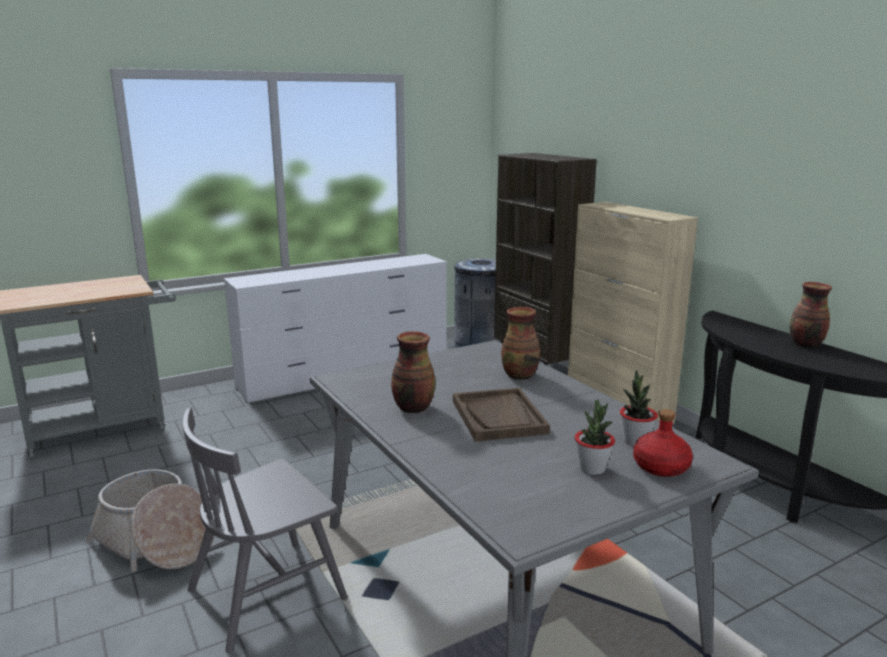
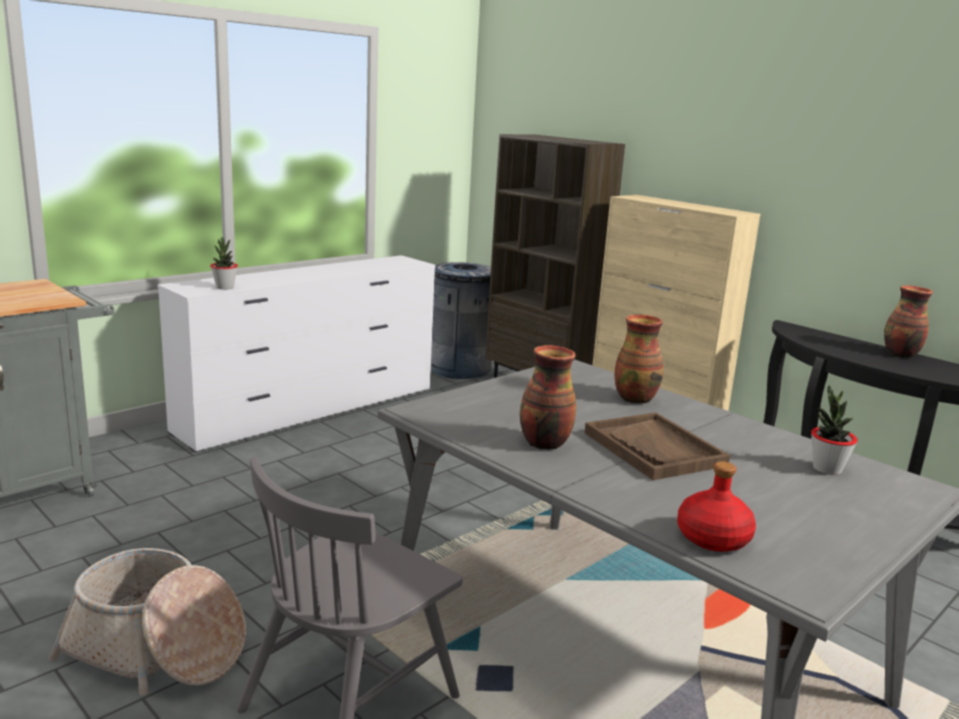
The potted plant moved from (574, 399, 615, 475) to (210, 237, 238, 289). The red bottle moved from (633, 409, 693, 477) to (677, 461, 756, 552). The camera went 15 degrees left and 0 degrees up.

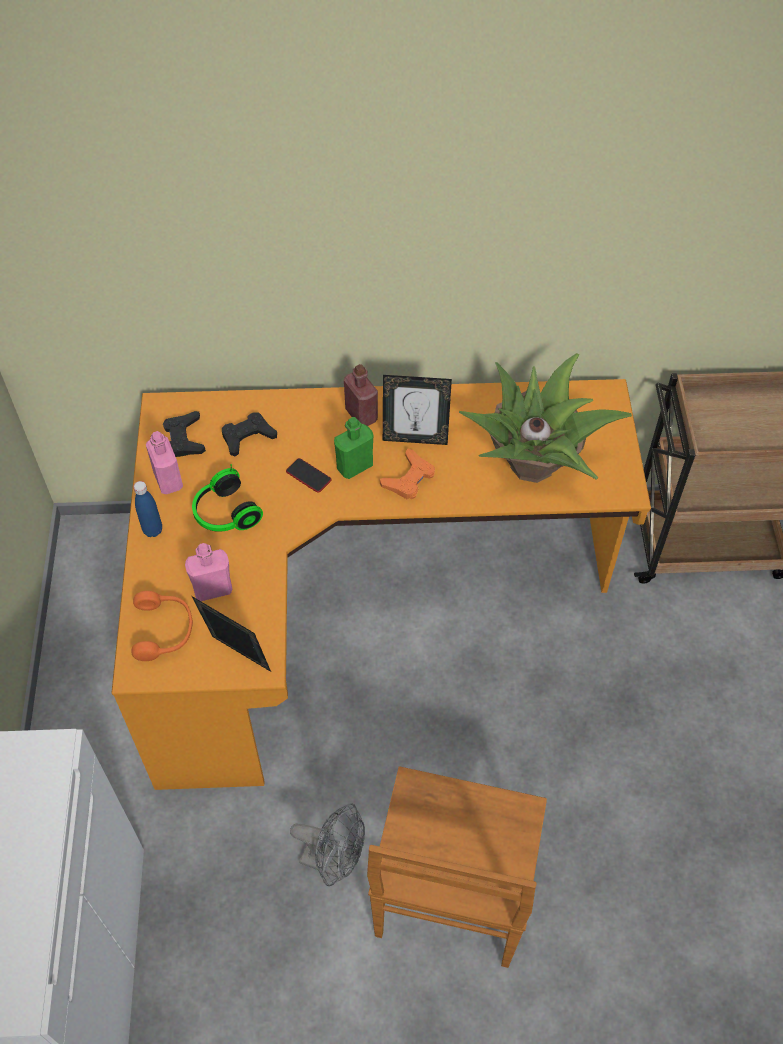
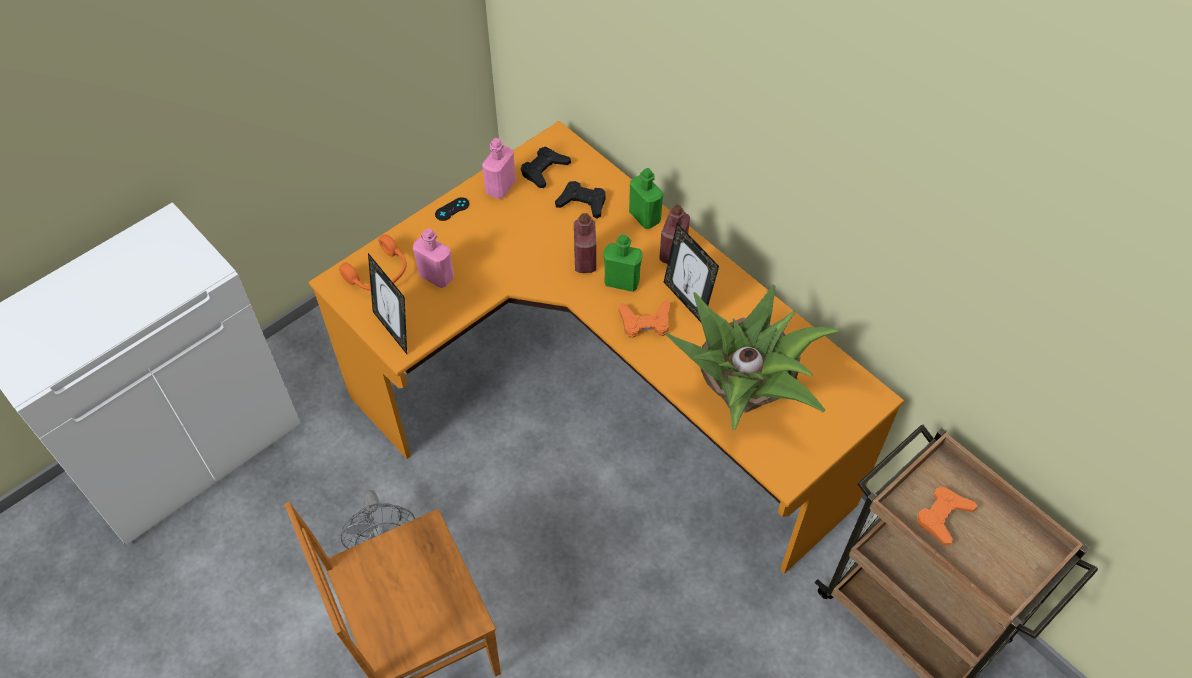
The phone at (286, 458, 331, 493) was replaced by the red bottle at (574, 213, 596, 273). The headphones at (192, 464, 263, 532) disappeared. The blue bottle at (133, 481, 162, 537) was replaced by the black game controller at (435, 197, 469, 221). The picture frame at (192, 596, 271, 672) turned 150 degrees clockwise. The green bottle at (629, 168, 663, 229) appeared. The orange game controller at (917, 486, 978, 546) appeared. The camera went 50 degrees right and 0 degrees up.

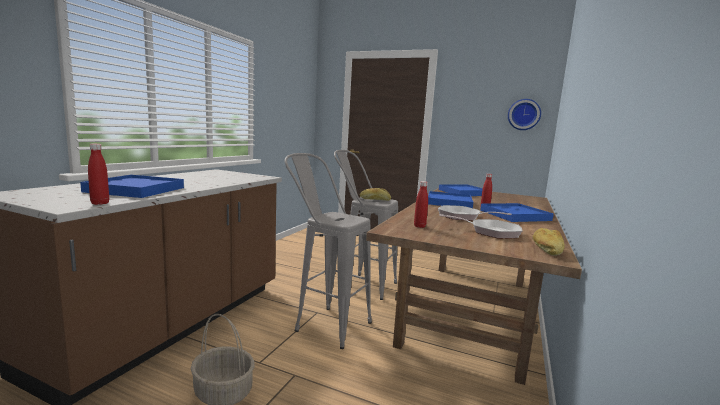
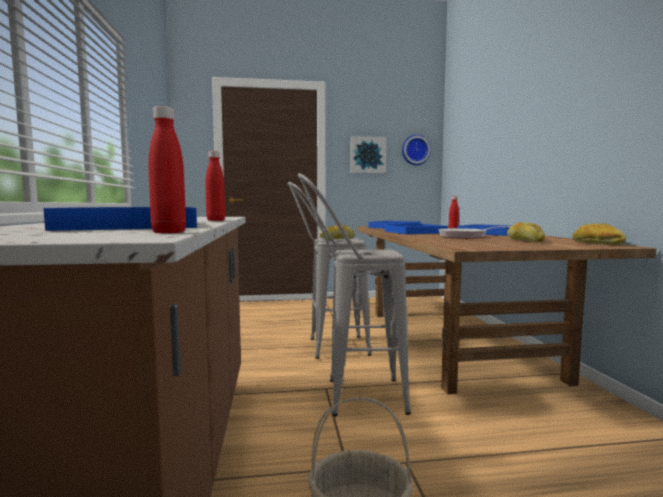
The red bottle moved from (414, 181, 428, 228) to (206, 151, 225, 221). The frying pan at (439, 214, 523, 239) was replaced by the bread at (507, 222, 545, 243). The picture at (350, 136, 386, 173) appeared. The camera went 30 degrees left and 5 degrees down.

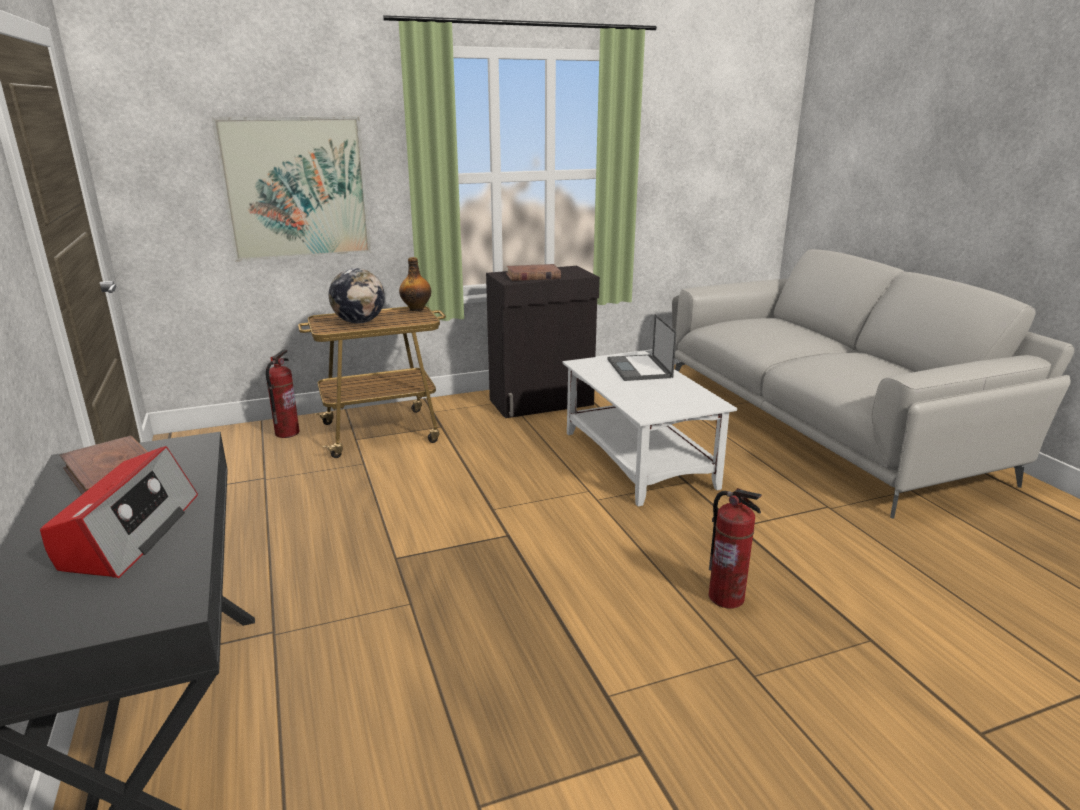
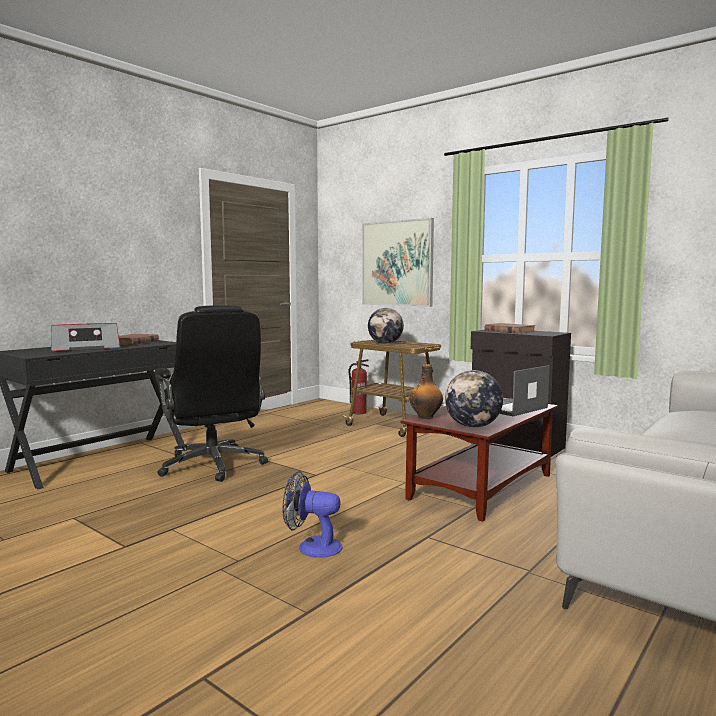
The bottle moved from (399, 257, 431, 311) to (409, 364, 443, 419). The white coffee table at (562, 351, 737, 506) became the brown coffee table at (401, 398, 558, 522). The fire extinguisher at (709, 488, 762, 608) was replaced by the fan at (282, 471, 343, 558). The black office chair at (154, 305, 268, 482) appeared. The globe at (445, 370, 503, 428) appeared. The camera went 60 degrees right and 15 degrees down.

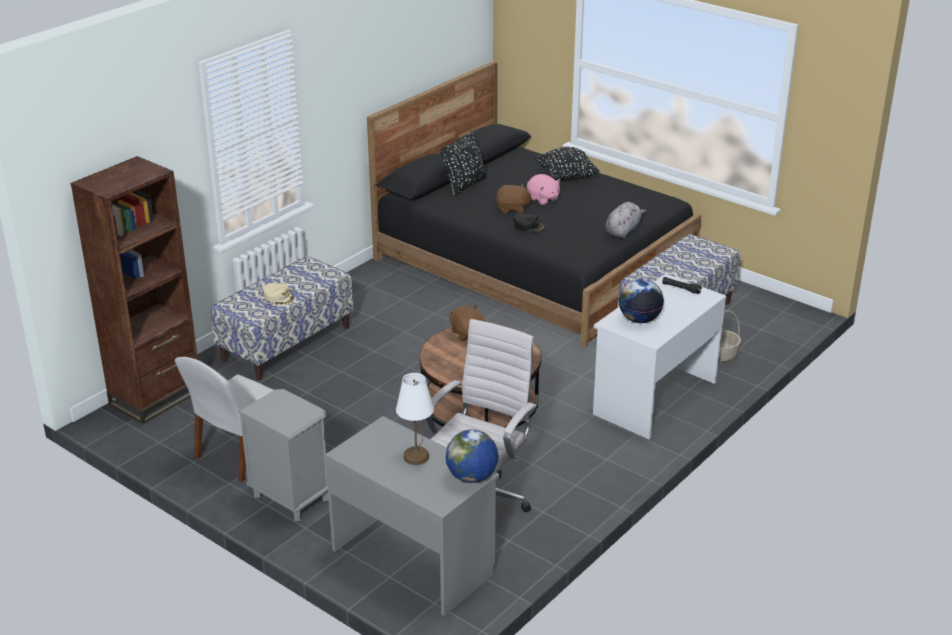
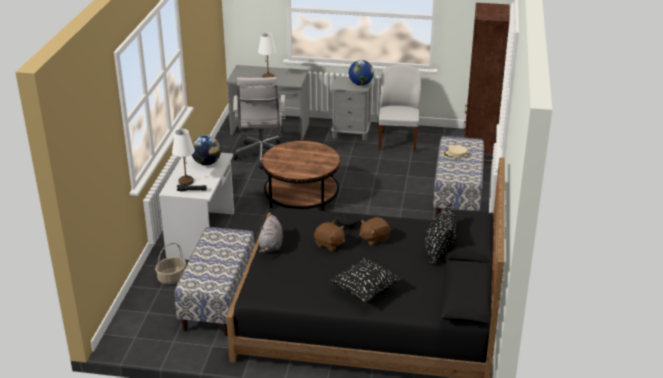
The pink plush toy at (527, 174, 561, 205) disappeared. The brown plush toy moved from (448, 305, 485, 341) to (314, 222, 345, 251). The globe moved from (446, 429, 499, 483) to (349, 60, 374, 86). The white table lamp at (172, 129, 195, 185) appeared. The camera went 150 degrees right and 0 degrees up.

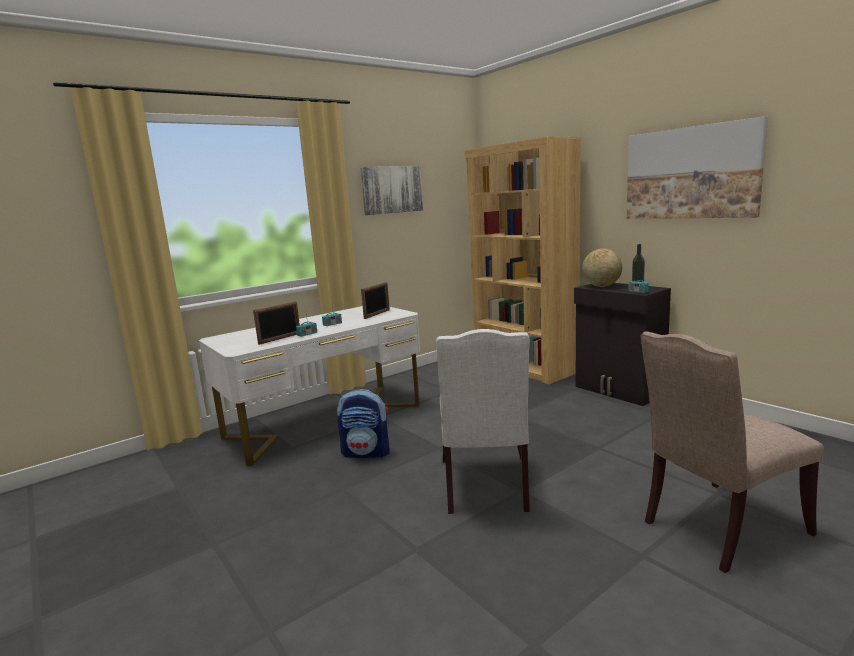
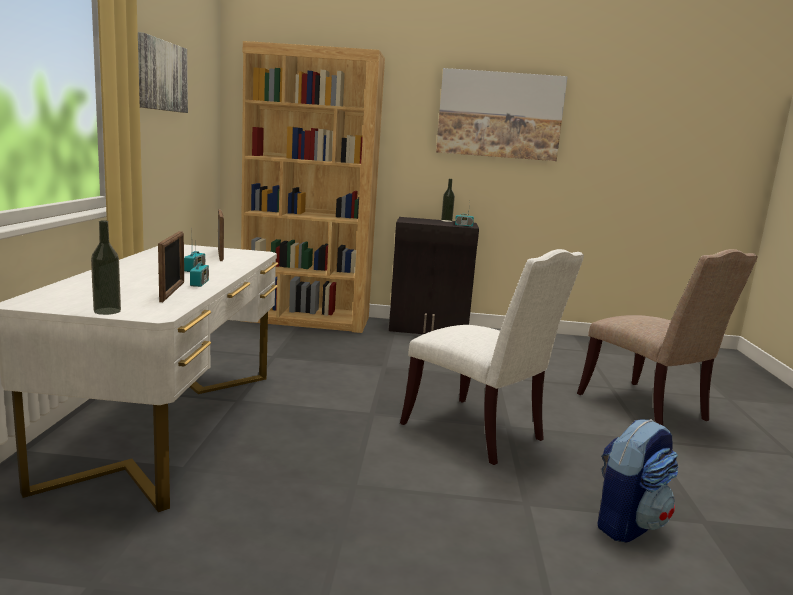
The globe at (582, 248, 622, 287) disappeared. The beige chair at (640, 332, 824, 573) turned 45 degrees counterclockwise. The backpack moved from (337, 389, 390, 458) to (598, 419, 678, 543). The bottle at (91, 220, 121, 315) appeared. The camera went 50 degrees left and 0 degrees up.

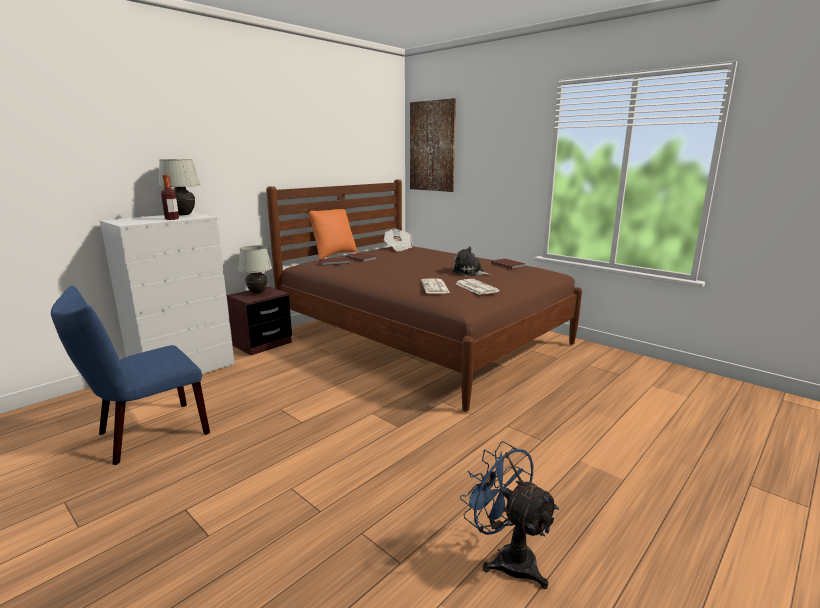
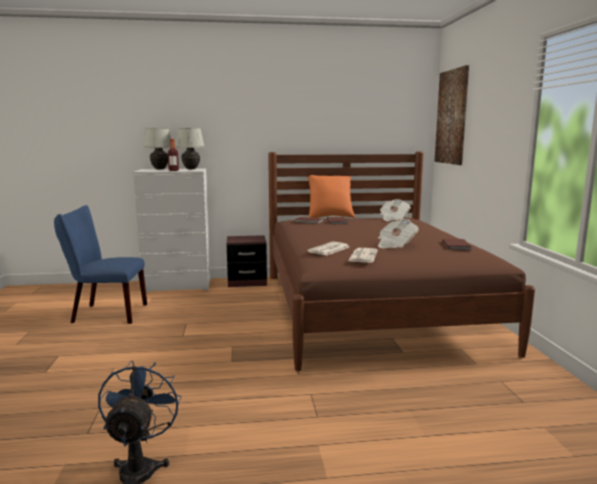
The white table lamp moved from (238, 245, 272, 294) to (144, 128, 171, 169). The plush toy at (452, 246, 492, 276) was replaced by the newspaper at (378, 219, 419, 248). The camera went 40 degrees right and 5 degrees down.

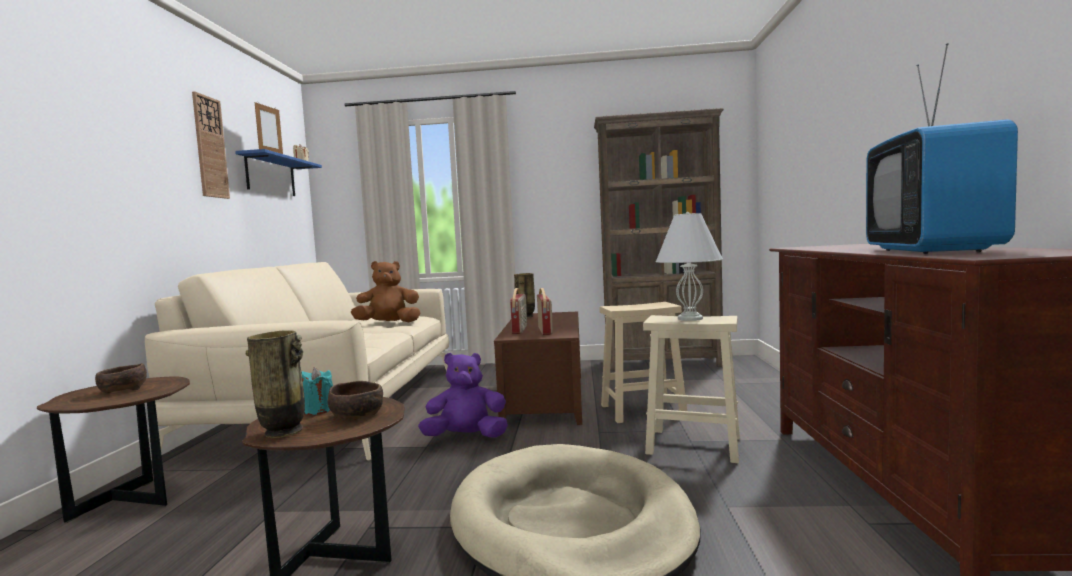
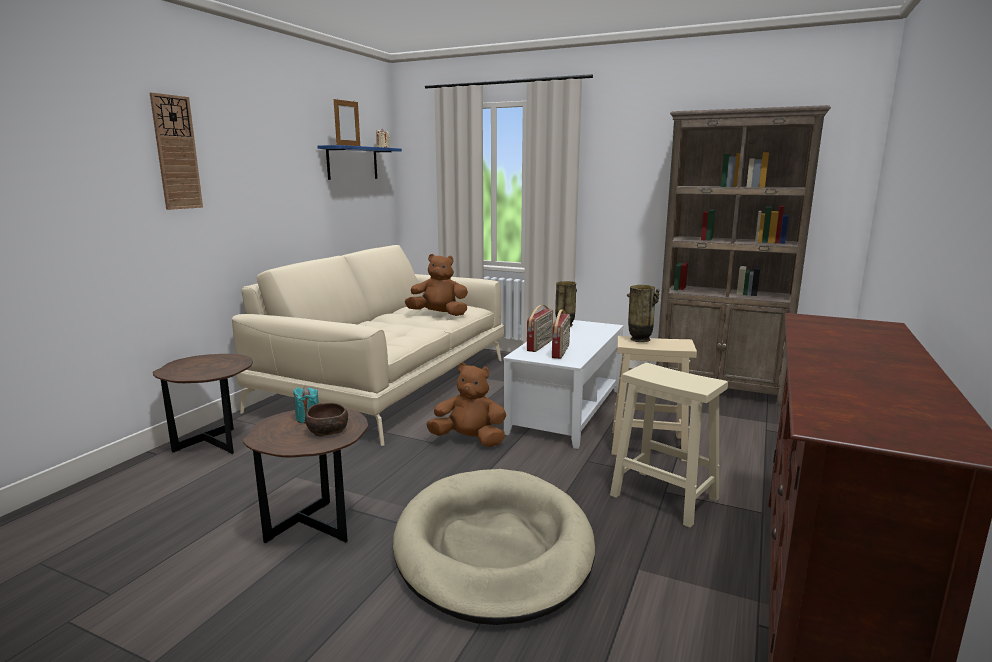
The television at (866, 43, 1018, 254) disappeared. The wall clock moved from (192, 91, 230, 199) to (150, 92, 203, 210). The white table lamp at (656, 212, 723, 321) disappeared. The brown coffee table at (494, 312, 582, 425) became the white coffee table at (503, 320, 623, 449). The vase moved from (246, 330, 305, 438) to (627, 285, 660, 342). The purple plush toy at (418, 353, 508, 438) became the brown plush toy at (426, 363, 506, 447). The brown bowl at (95, 363, 147, 394) disappeared. The camera went 20 degrees right and 10 degrees up.

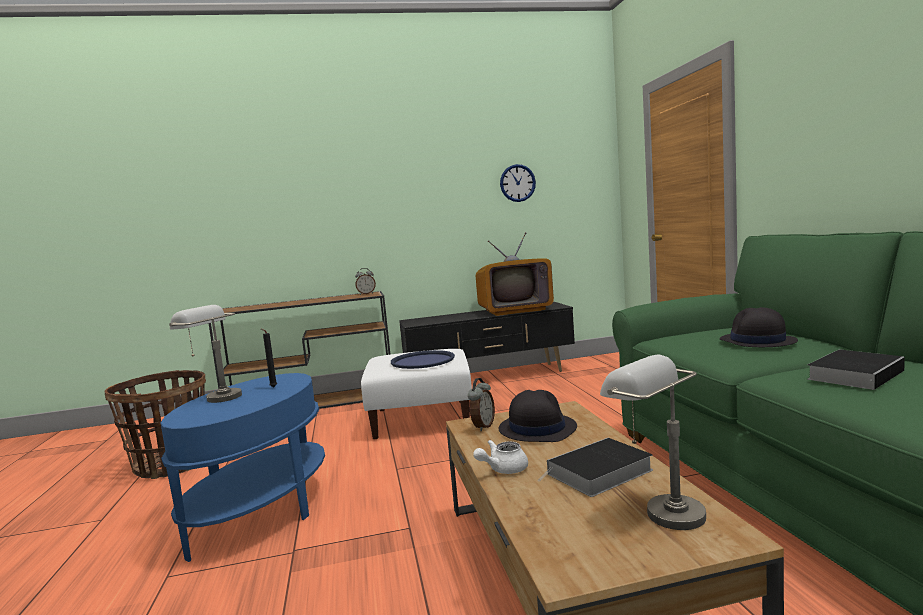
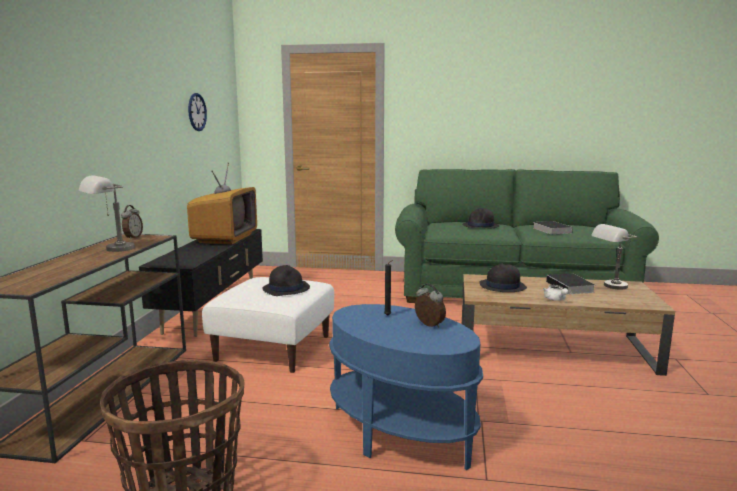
The grey table lamp moved from (169, 305, 242, 403) to (79, 176, 135, 252). The blue tray at (391, 350, 455, 369) was replaced by the black hat at (262, 265, 310, 296). The alarm clock moved from (468, 378, 495, 431) to (415, 283, 446, 328). The camera went 70 degrees left and 5 degrees up.

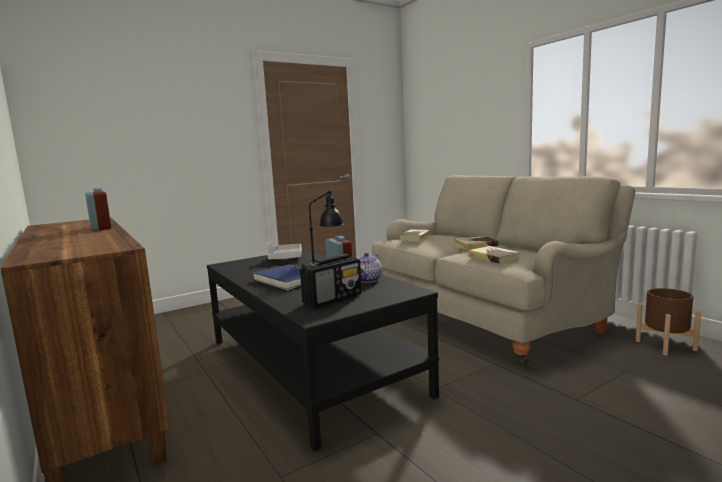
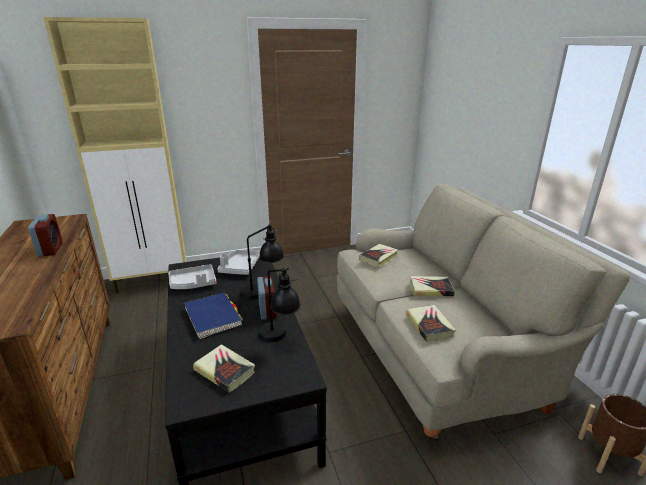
The teapot at (358, 252, 382, 283) was replaced by the black table lamp at (258, 268, 301, 342). The radio at (300, 254, 362, 307) was replaced by the book at (193, 344, 255, 393). The beige cabinet at (43, 17, 186, 293) appeared. The grey tray at (168, 264, 217, 289) appeared. The camera went 15 degrees right and 15 degrees up.

